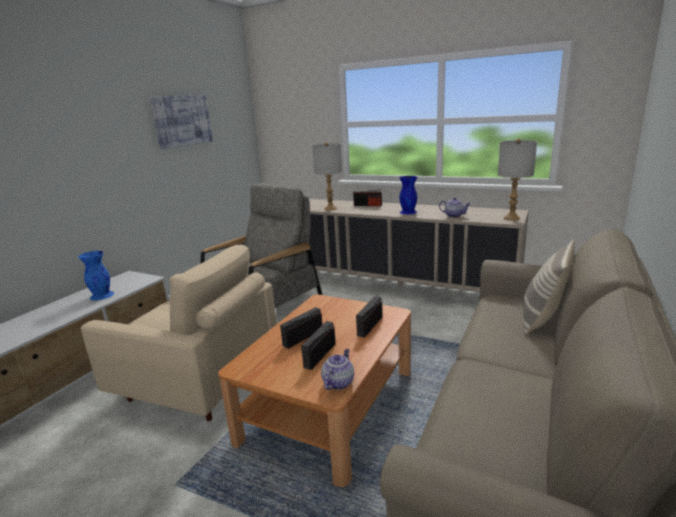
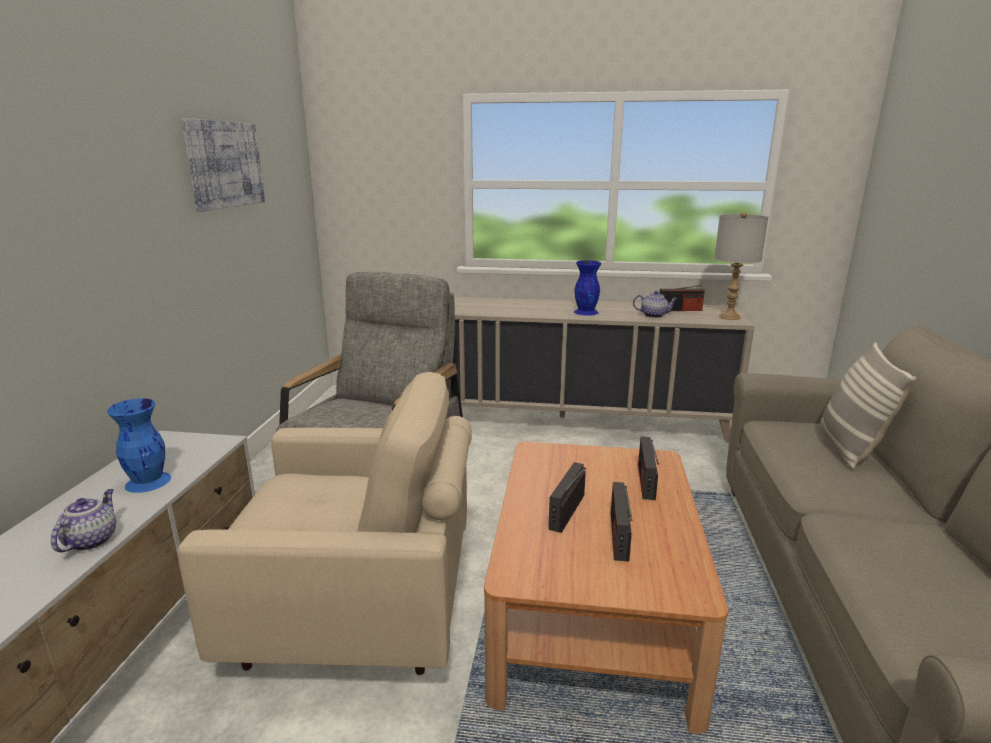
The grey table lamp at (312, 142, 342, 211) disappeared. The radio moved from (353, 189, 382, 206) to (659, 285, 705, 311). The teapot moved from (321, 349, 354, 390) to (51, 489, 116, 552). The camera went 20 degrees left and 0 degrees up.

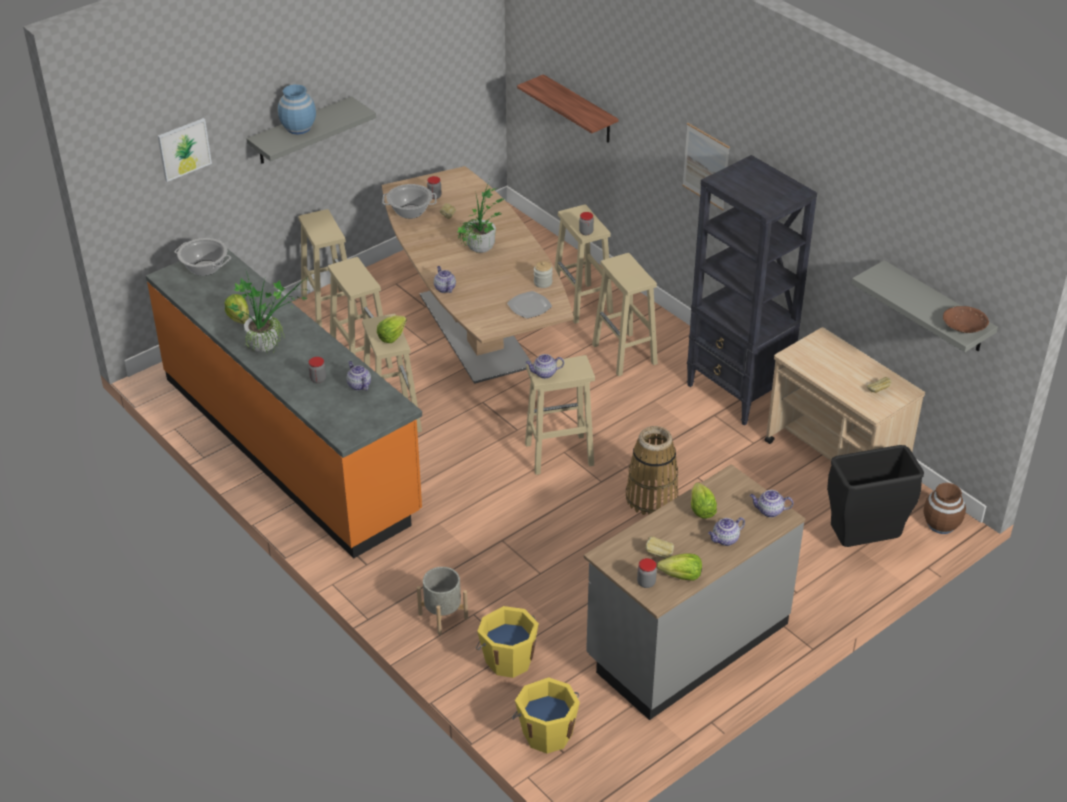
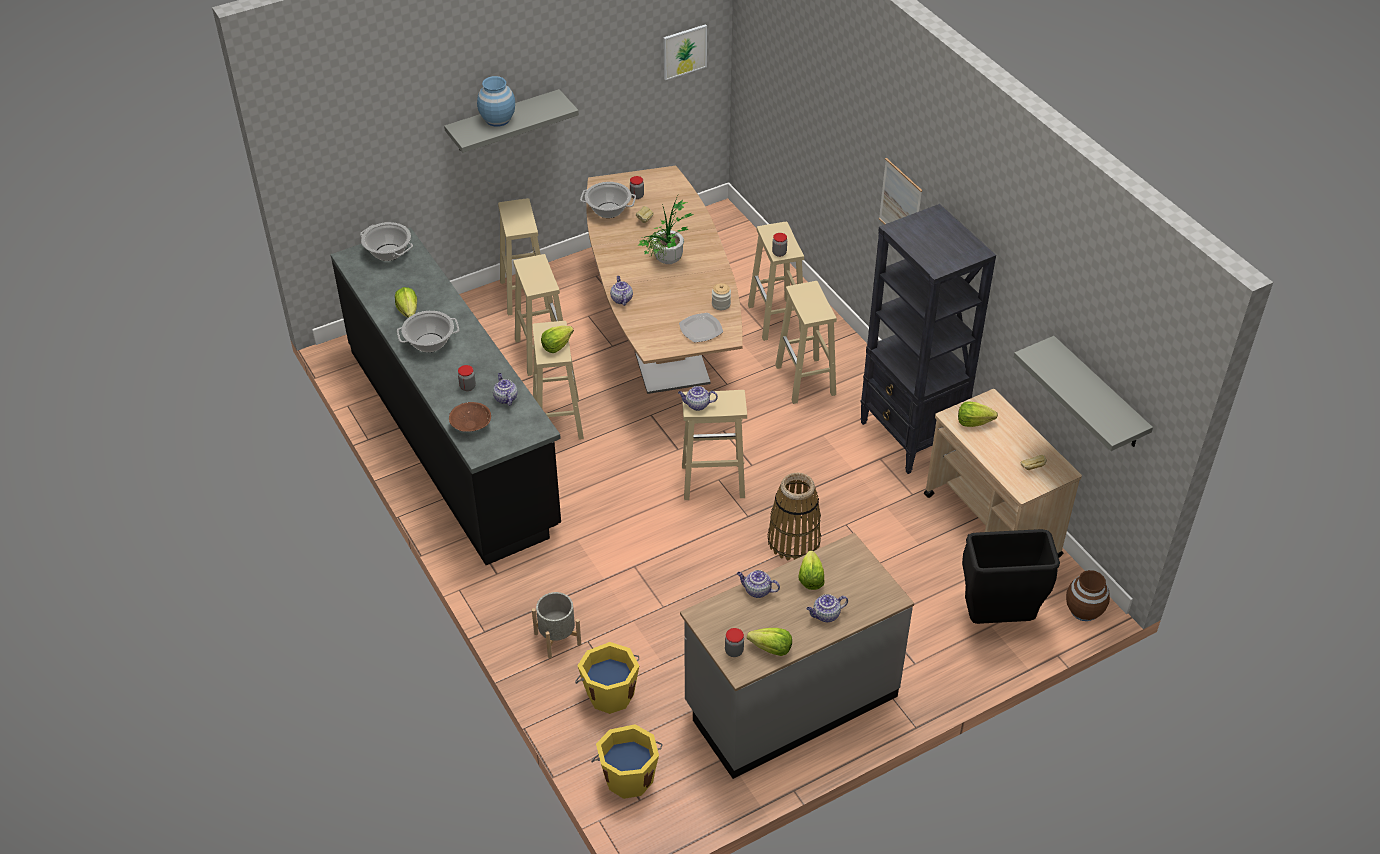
The shelf at (517, 74, 618, 143) disappeared. The picture moved from (158, 118, 212, 182) to (663, 24, 707, 80). The orange counter at (146, 249, 422, 558) became the black counter at (330, 227, 561, 565). The potted plant at (226, 271, 310, 352) was replaced by the cooking pot at (397, 311, 459, 352). The brown bowl moved from (943, 306, 989, 333) to (449, 402, 491, 432). The teapot moved from (750, 490, 793, 517) to (737, 570, 780, 598). The bread at (645, 536, 674, 559) disappeared. The lettuce at (958, 401, 998, 427) appeared. The camera went 10 degrees right and 5 degrees up.

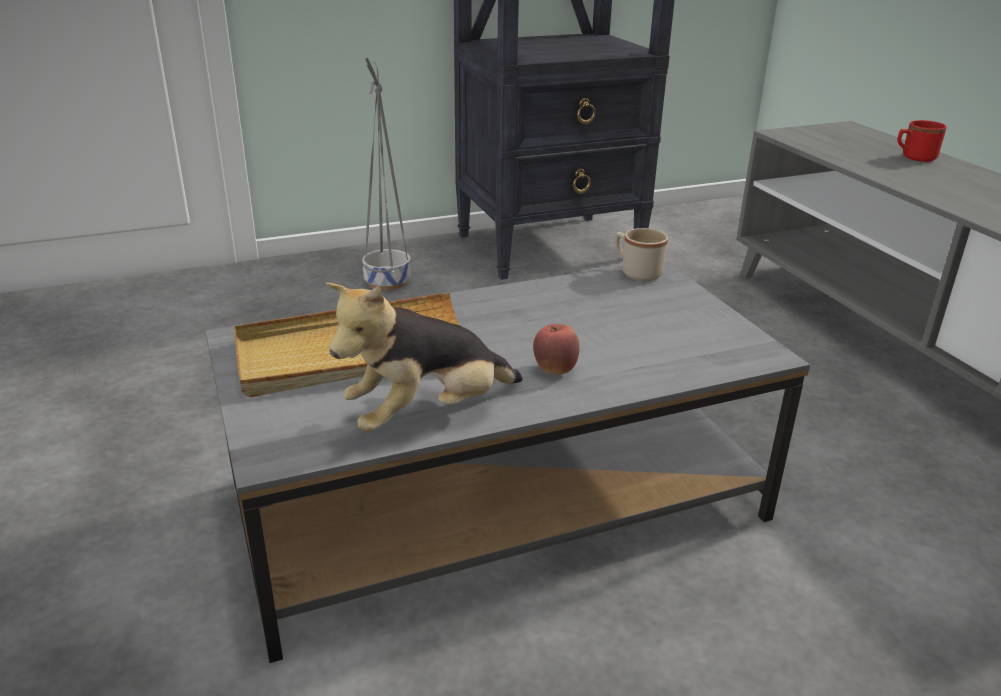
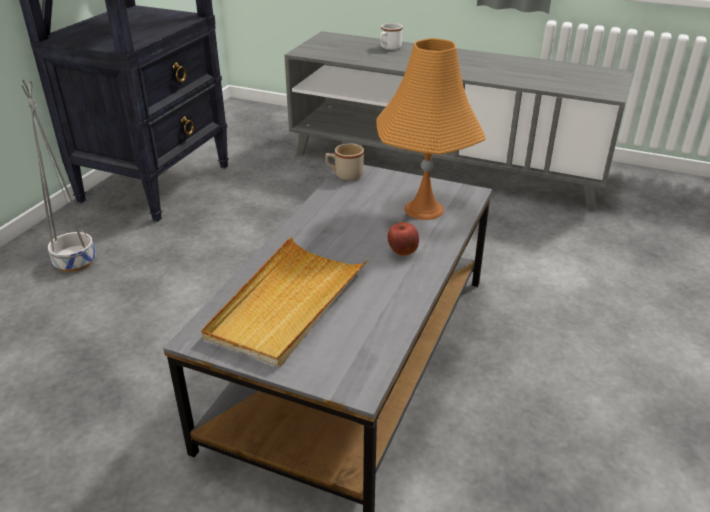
The red mug at (898, 120, 947, 162) became the white mug at (380, 23, 403, 50). The plush toy at (326, 283, 523, 432) disappeared. The orange table lamp at (376, 38, 486, 220) appeared. The camera went 45 degrees left and 5 degrees up.

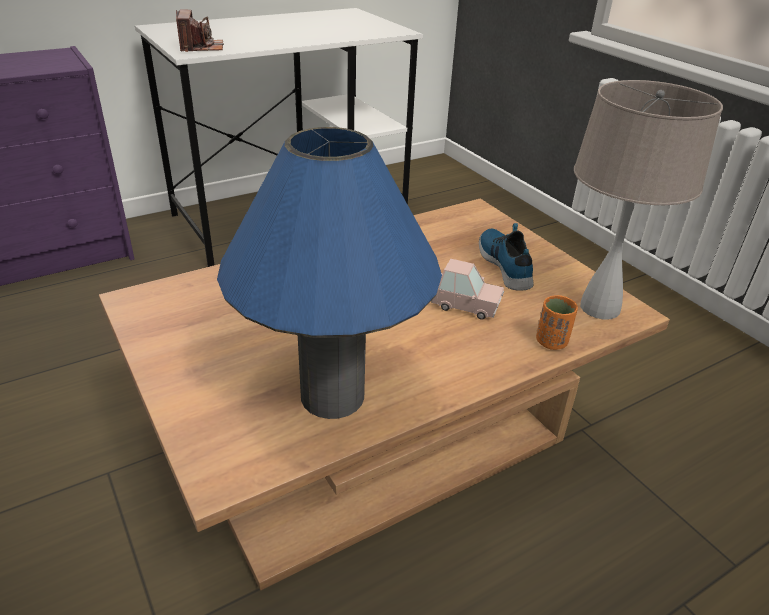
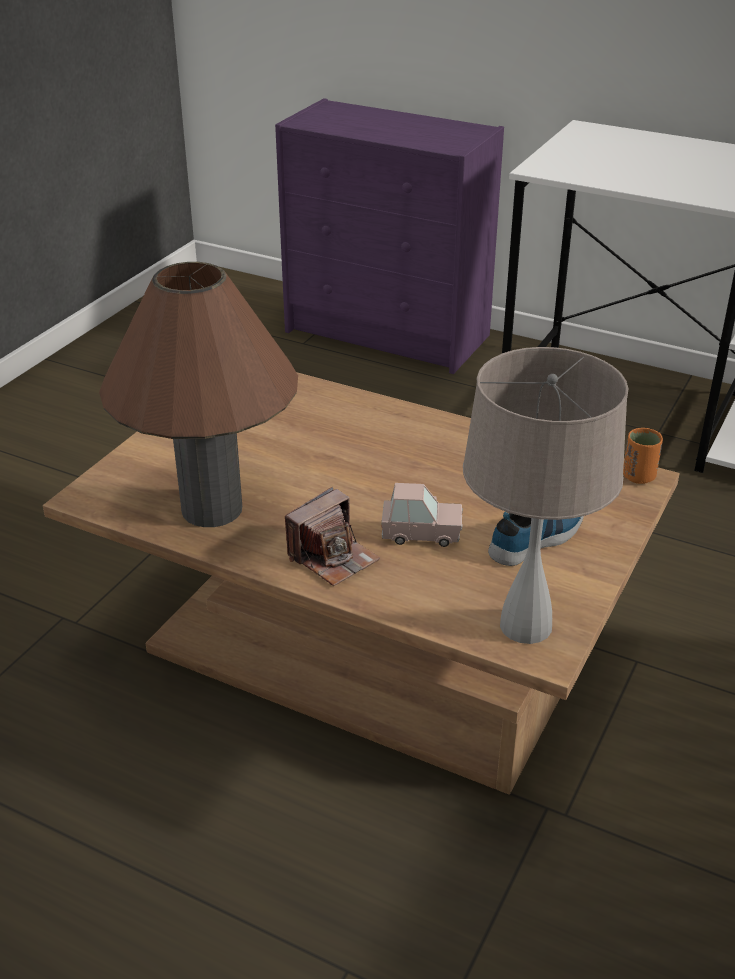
The photo camera moved from (176, 10, 224, 52) to (285, 487, 380, 586). The blue table lamp at (217, 127, 442, 419) became the brown table lamp at (99, 262, 298, 527). The pink toy car at (431, 259, 504, 320) turned 75 degrees counterclockwise. The orange cup moved from (536, 295, 578, 350) to (623, 428, 663, 484). The camera went 60 degrees right and 0 degrees up.

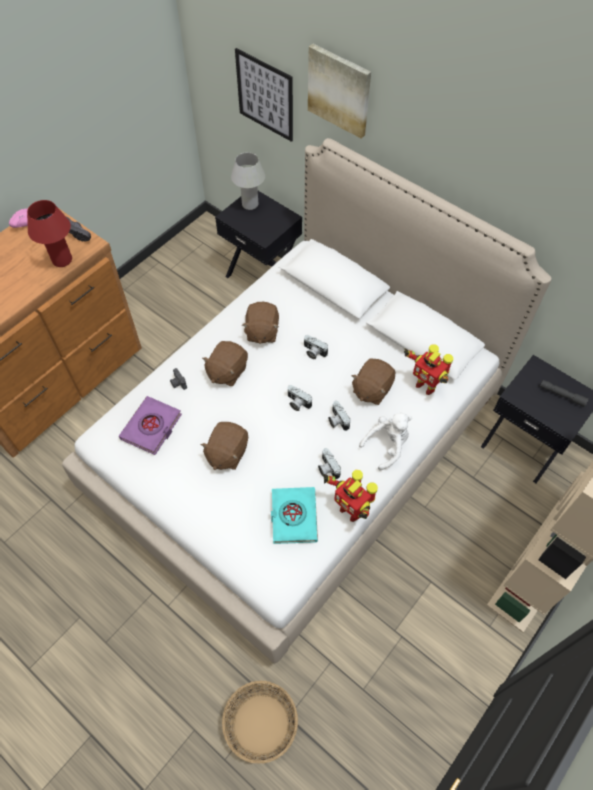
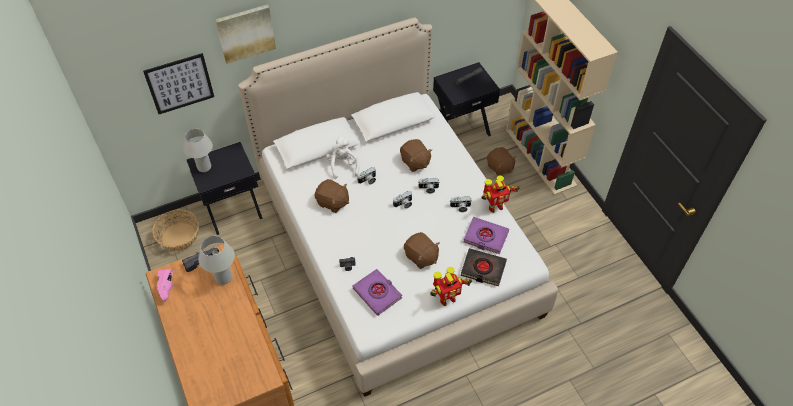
The red table lamp at (27, 200, 72, 267) became the white table lamp at (198, 236, 235, 285). The brown plush toy moved from (202, 341, 248, 386) to (487, 147, 517, 176). The toy robot moved from (404, 344, 453, 395) to (430, 267, 472, 306). The white plush toy moved from (359, 413, 412, 471) to (326, 135, 360, 179). The turquoise book at (271, 487, 318, 544) became the purple book at (463, 217, 509, 254). The basket moved from (222, 681, 298, 764) to (152, 209, 199, 251). The black book at (461, 248, 507, 286) appeared. The camera went 65 degrees left and 5 degrees down.

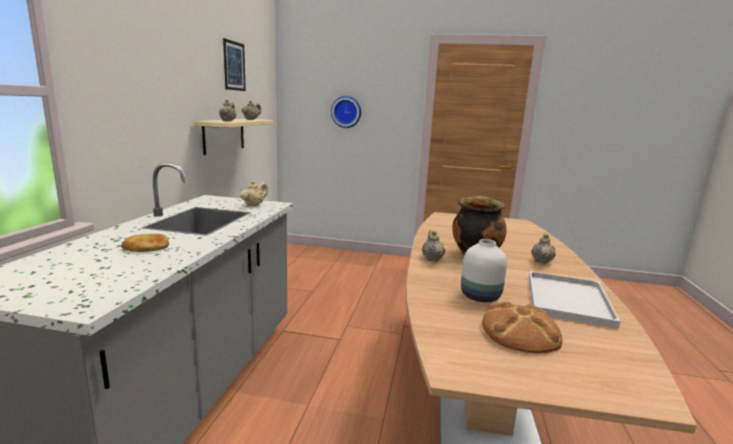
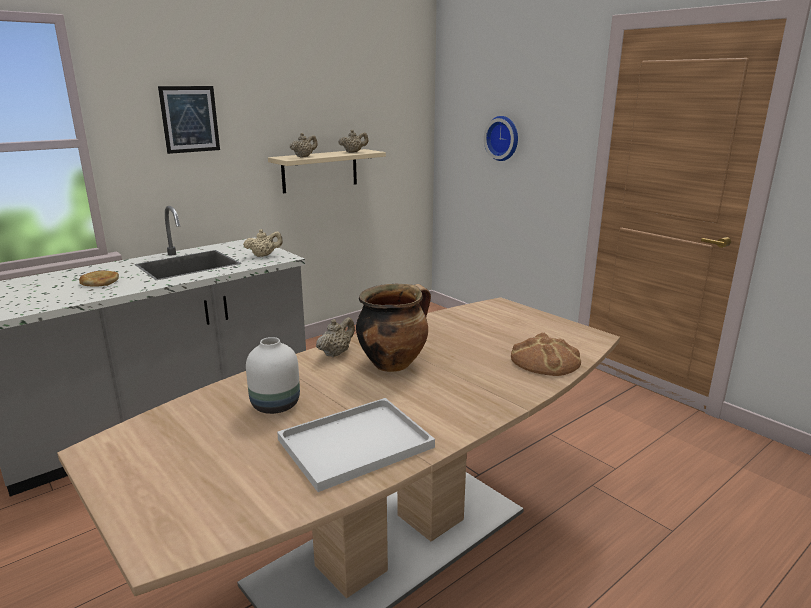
The picture moved from (223, 38, 246, 91) to (158, 86, 220, 154). The beige teapot at (531, 234, 556, 264) disappeared. The bread moved from (482, 301, 562, 353) to (511, 332, 581, 376). The camera went 40 degrees right and 5 degrees up.

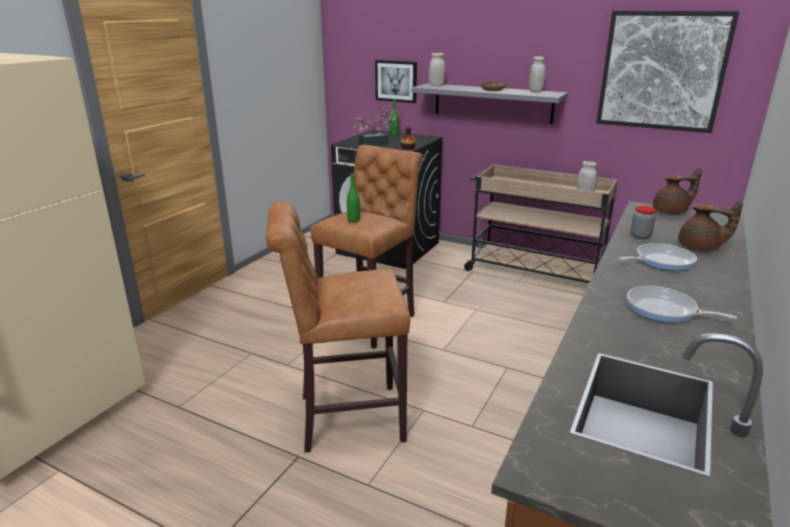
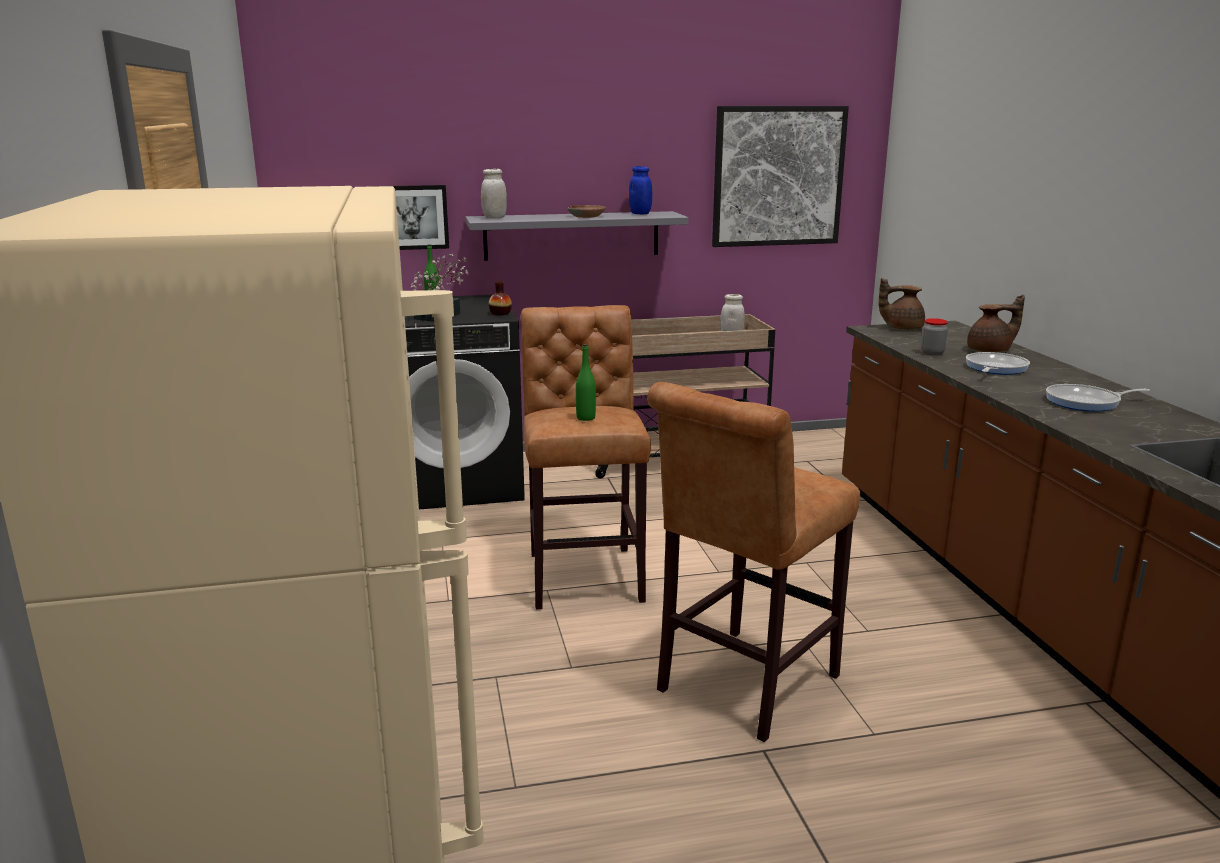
The white jar at (529, 56, 546, 93) became the blue jar at (629, 166, 652, 214). The brown teapot at (653, 168, 702, 214) turned 135 degrees counterclockwise. The camera went 40 degrees left and 5 degrees down.

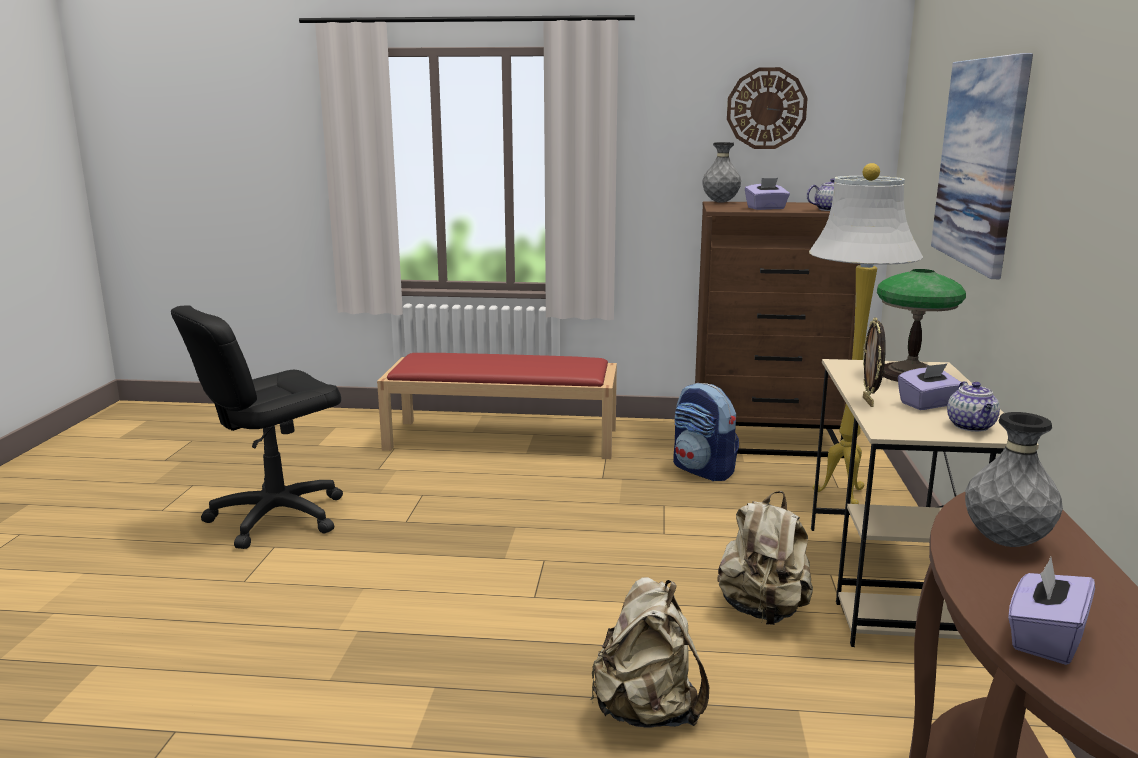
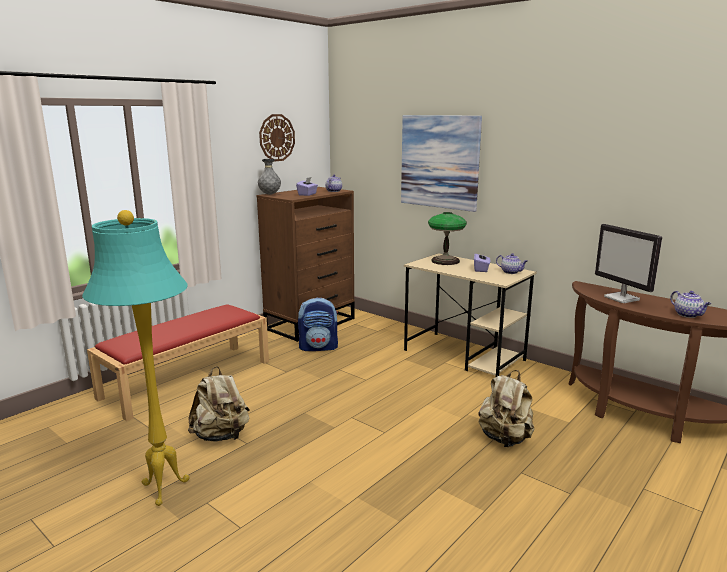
The white floor lamp at (809, 163, 923, 504) disappeared. The black office chair at (171, 305, 343, 549) was replaced by the turquoise floor lamp at (82, 210, 189, 506). The picture frame at (863, 317, 886, 407) disappeared. The grey vase at (965, 412, 1063, 547) was replaced by the monitor at (595, 224, 662, 303). The beige backpack moved from (718, 491, 813, 625) to (188, 366, 250, 442). The purple tissue box at (1008, 557, 1095, 665) was replaced by the teapot at (670, 291, 711, 318). The camera went 55 degrees left and 0 degrees up.

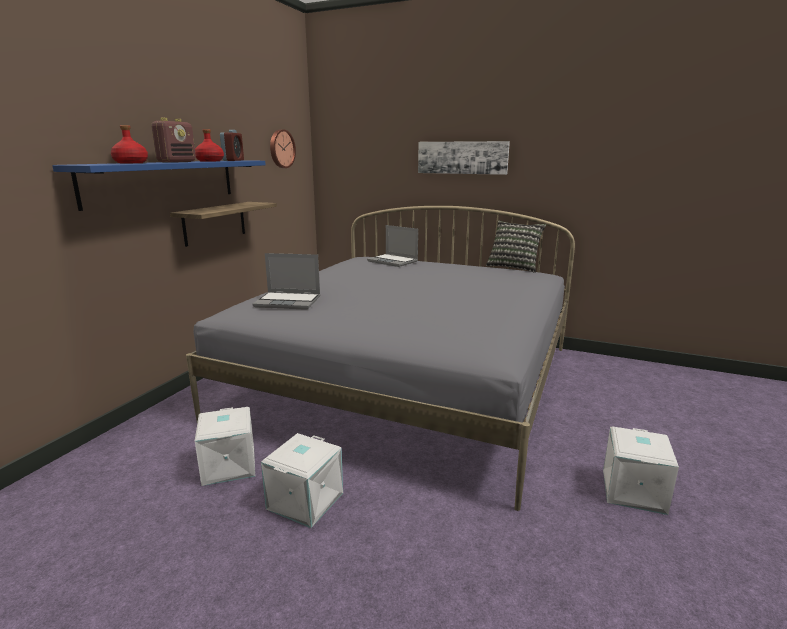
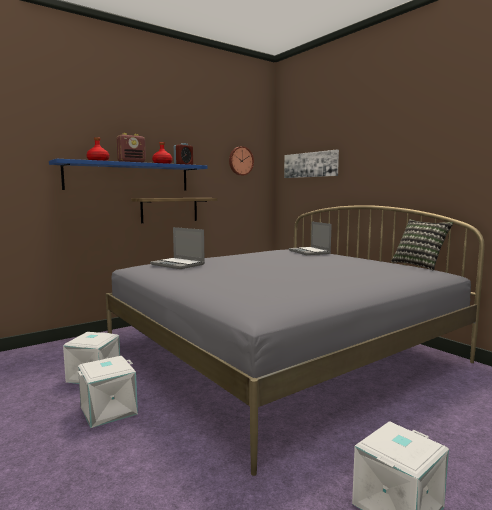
The picture moved from (418, 141, 510, 175) to (284, 150, 339, 178). The camera went 30 degrees right and 10 degrees down.

